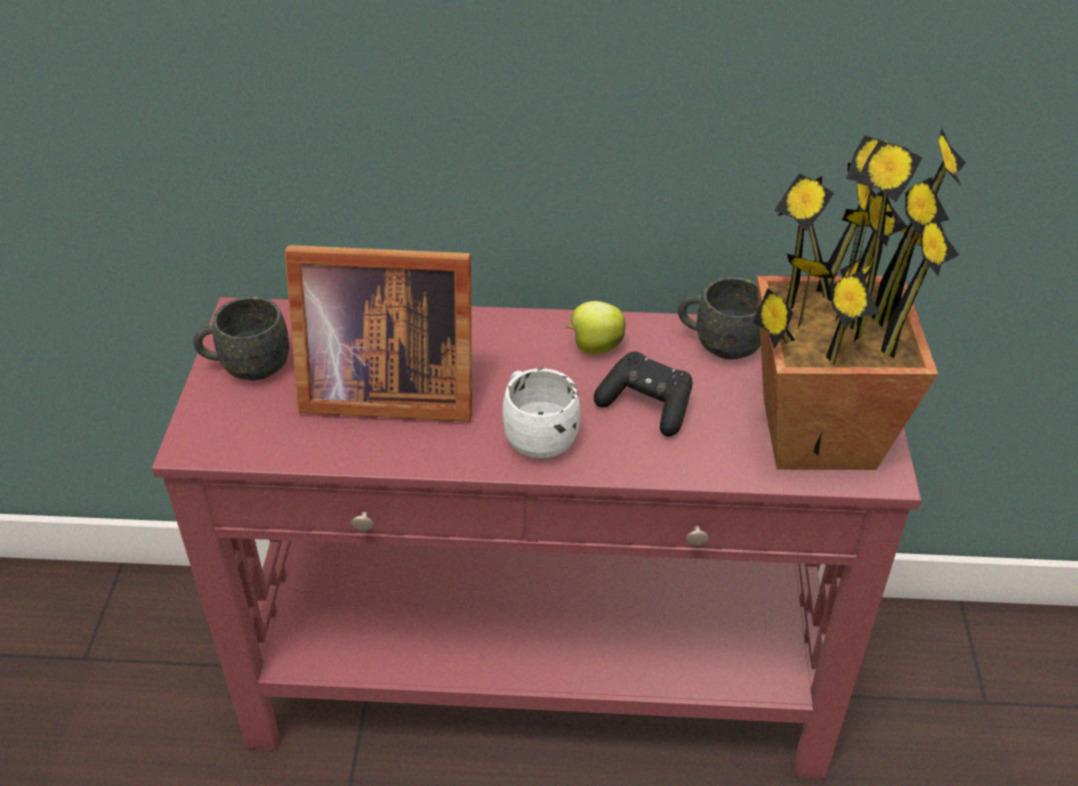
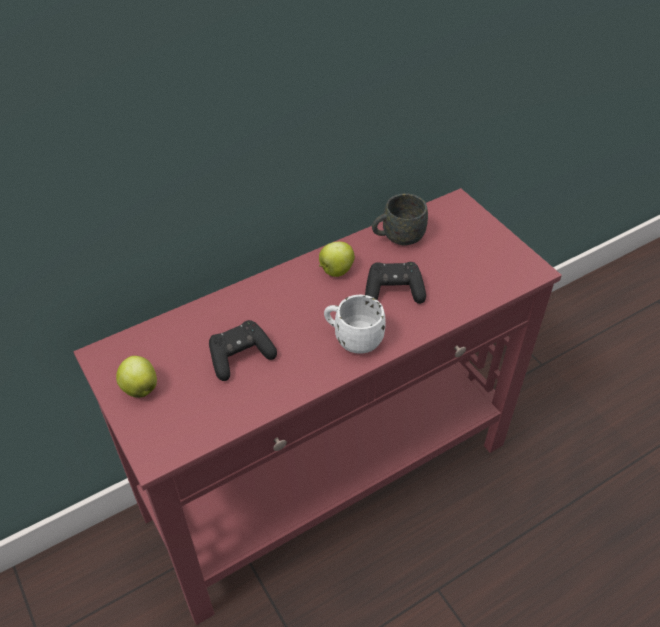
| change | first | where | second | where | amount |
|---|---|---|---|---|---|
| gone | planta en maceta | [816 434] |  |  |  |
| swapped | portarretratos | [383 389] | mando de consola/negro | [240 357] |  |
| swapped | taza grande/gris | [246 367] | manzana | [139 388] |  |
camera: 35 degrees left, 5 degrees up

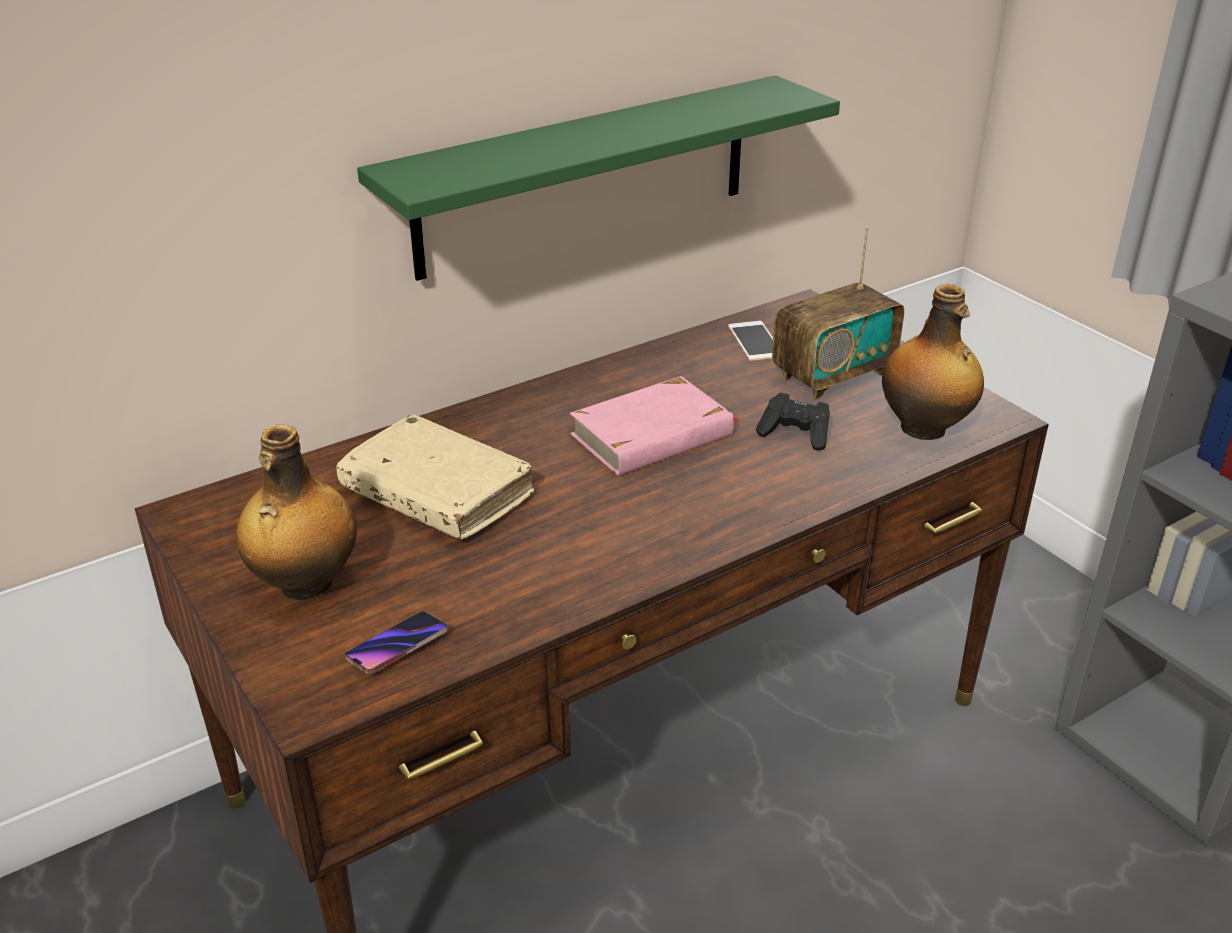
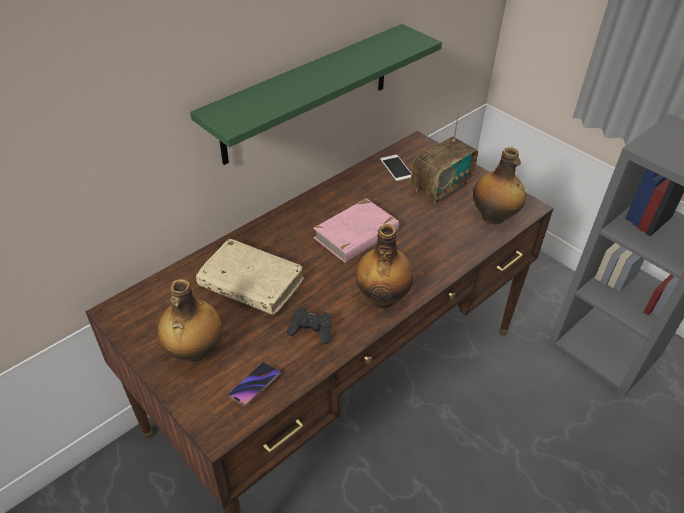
| change | first | where | second | where | amount |
|---|---|---|---|---|---|
| shifted | mando de consola/negro | [795 434] |  | [311 331] |  |
| new |  |  | botella | [383 297] |  |
camera: 10 degrees left, 10 degrees up

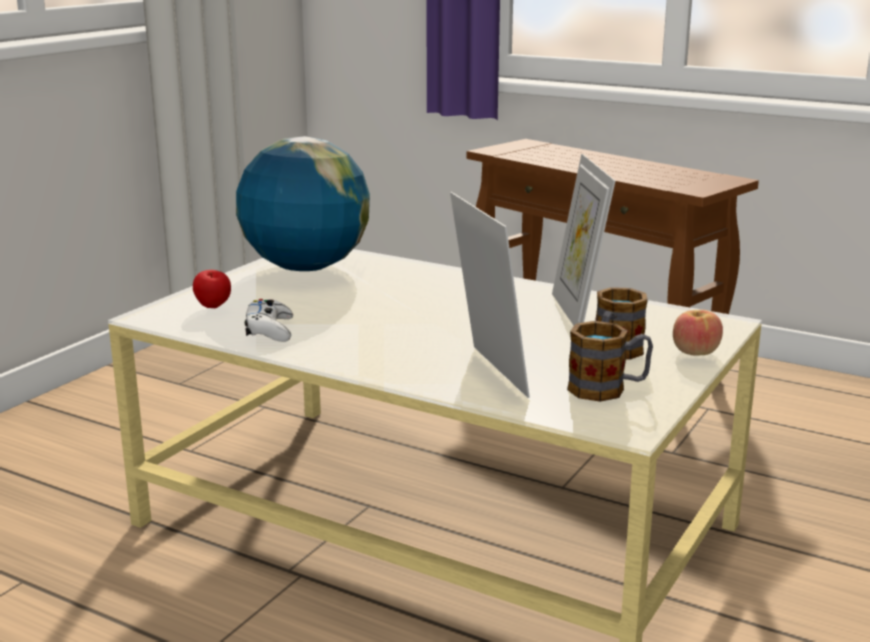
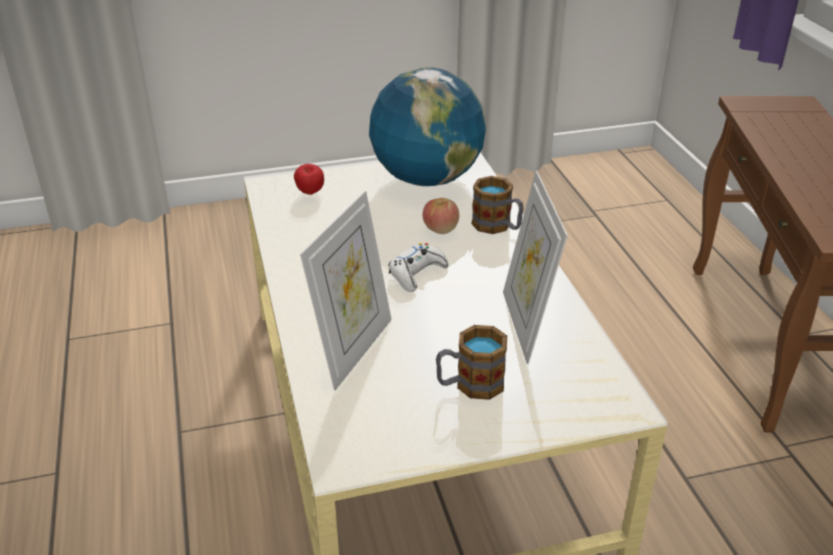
| change | first | where | second | where | amount |
|---|---|---|---|---|---|
| rotated | portarretratos | [577 312] |  | [526 325] | 45 degrees counterclockwise |
| shifted | mando de consola/blanco | [269 330] |  | [417 273] |  |
| shifted | manzana | [695 352] |  | [440 229] |  |
| shifted | taza grande | [608 389] |  | [497 226] |  |
camera: 45 degrees right, 15 degrees up

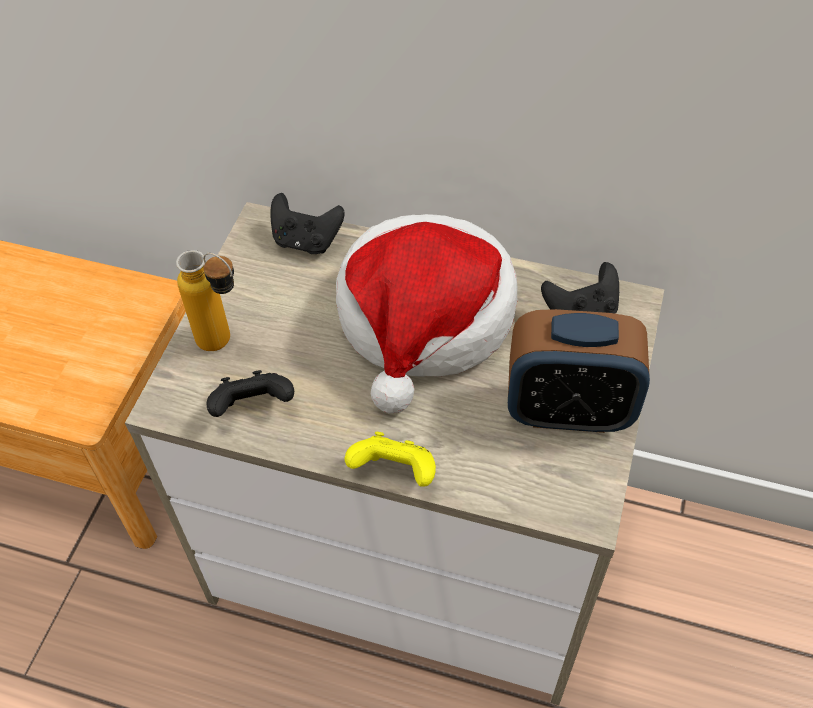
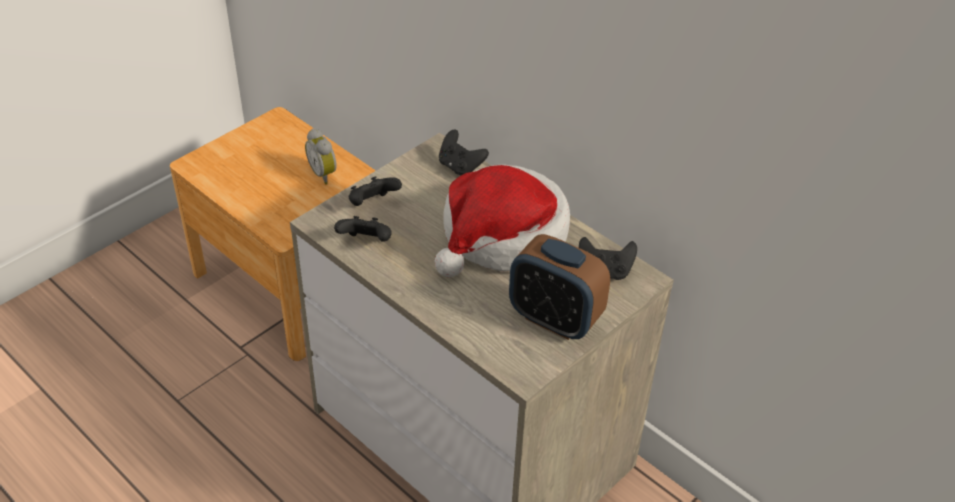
| change | first | where | second | where | amount |
|---|---|---|---|---|---|
| swapped | botella | [225 345] | mando de consola/negro | [372 204] |  |
| gone | mando de consola/amarillo | [395 472] |  |  |  |
| new |  |  | despertador | [324 174] |  |
camera: 25 degrees right, 10 degrees down

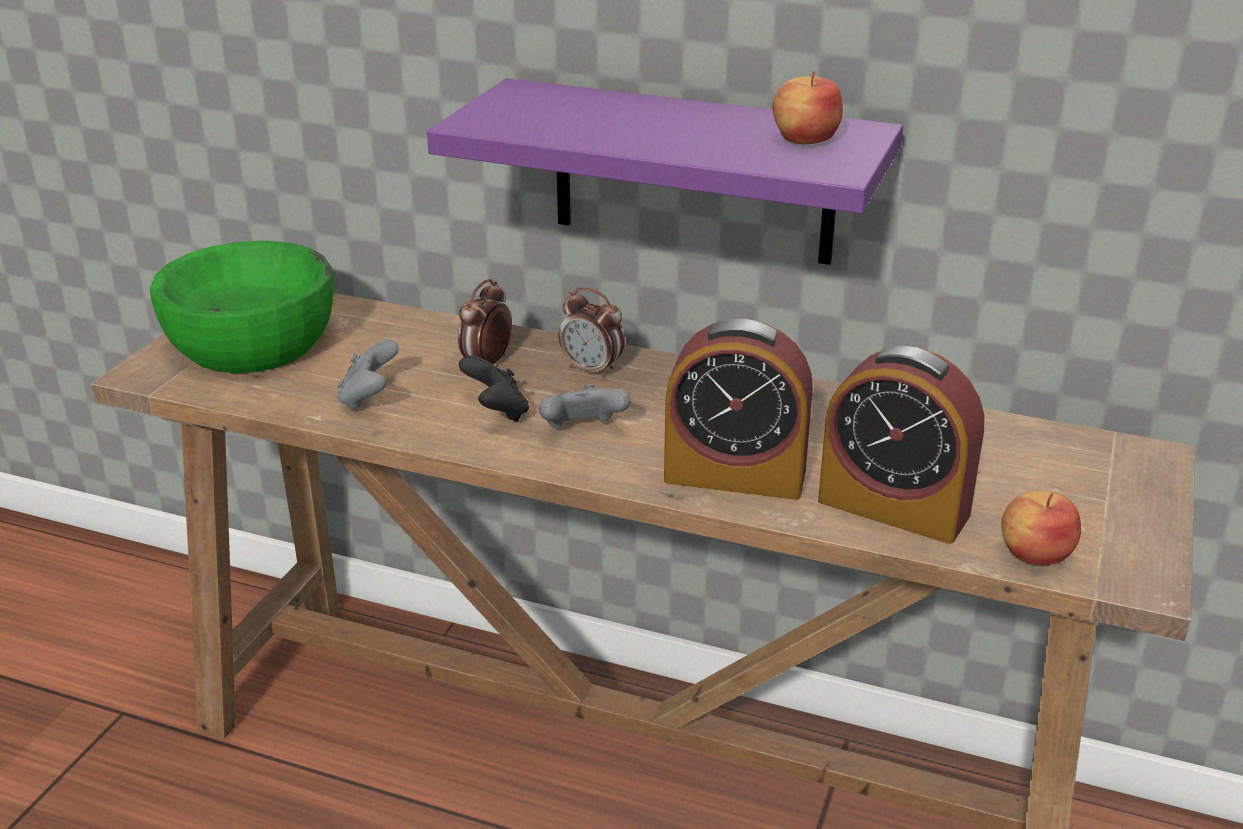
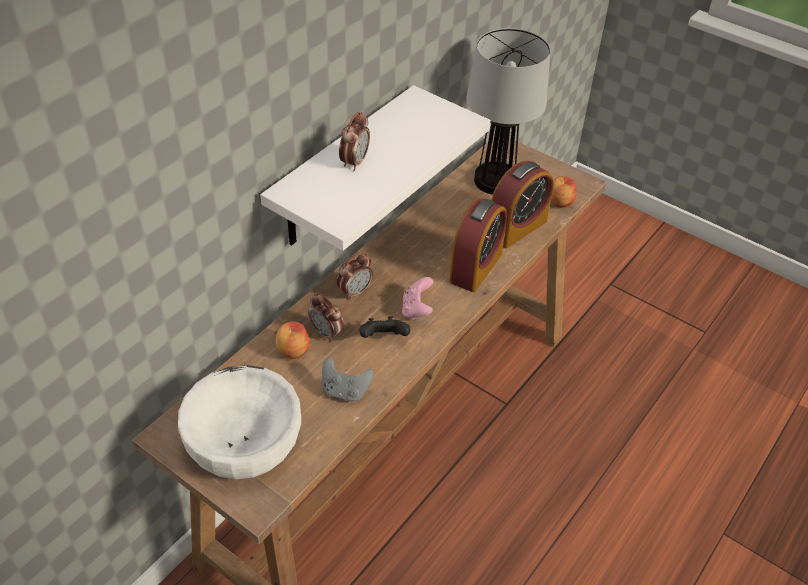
| change | first | where | second | where | amount |
|---|---|---|---|---|---|
| shifted | manzana | [805 139] |  | [292 351] |  |
| repainted | estante/morado | [693 172] | estante/blanco | [343 169] |  |
| repainted | cuenco/verde | [252 343] | cuenco/blanco | [243 442] |  |
| repainted | mando de consola/gris | [582 431] | mando de consola/rosa | [417 310] |  |
| new |  |  | lámpara de mesa | [495 180] |  |
| new |  |  | despertador | [354 162] |  |
camera: 75 degrees left, 15 degrees up

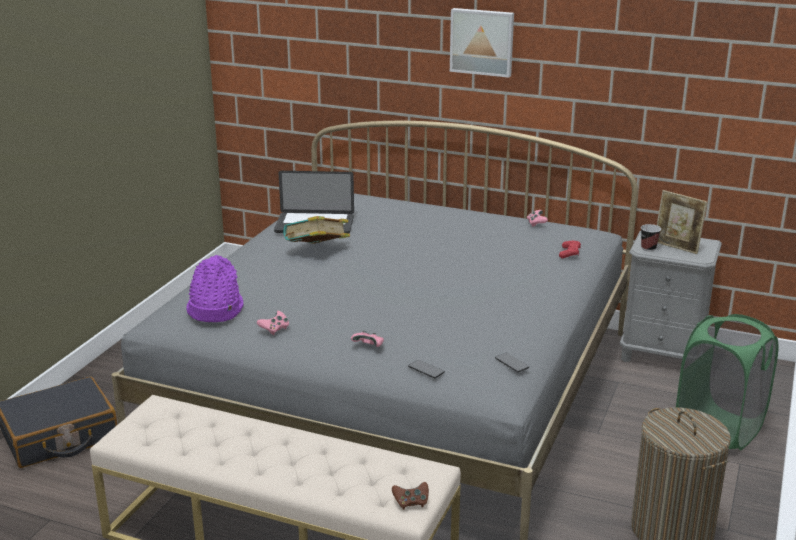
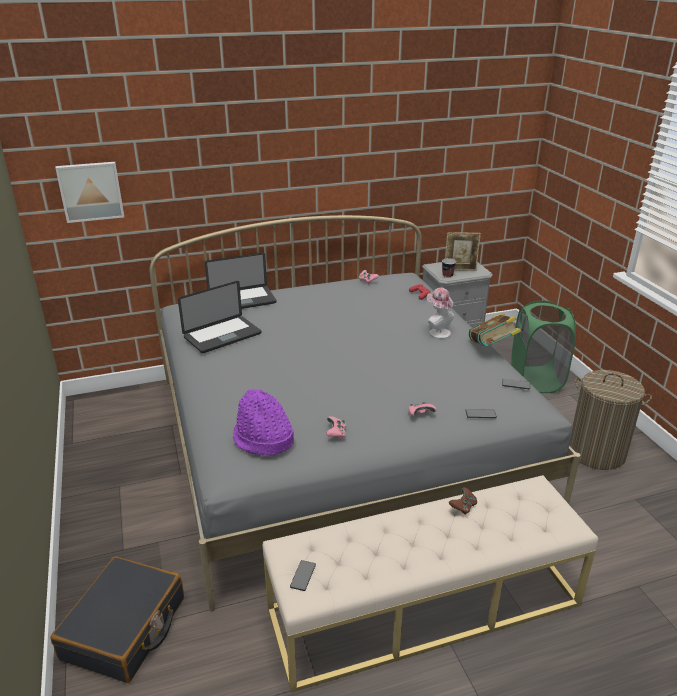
| change | first | where | second | where | amount |
|---|---|---|---|---|---|
| shifted | cuadro | [482 41] |  | [91 191] |  |
| shifted | libro | [317 251] |  | [492 348] |  |
| shifted | mando de consola/marrón | [411 502] |  | [463 507] |  |
| new |  |  | portátil | [242 300] |  |
| new |  |  | sombrero | [437 332] |  |
| new |  |  | móvil | [303 576] |  |
camera: 40 degrees left, 5 degrees up

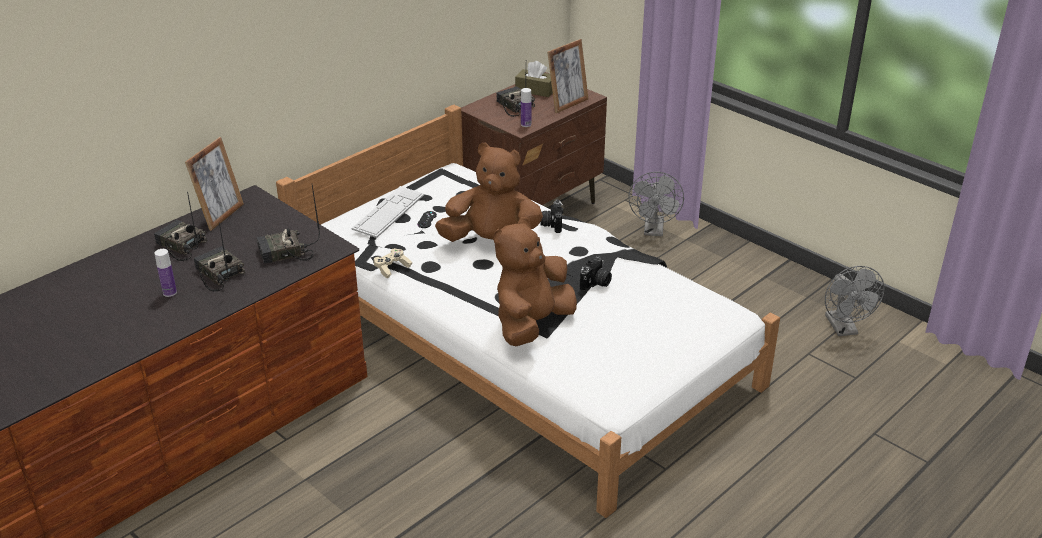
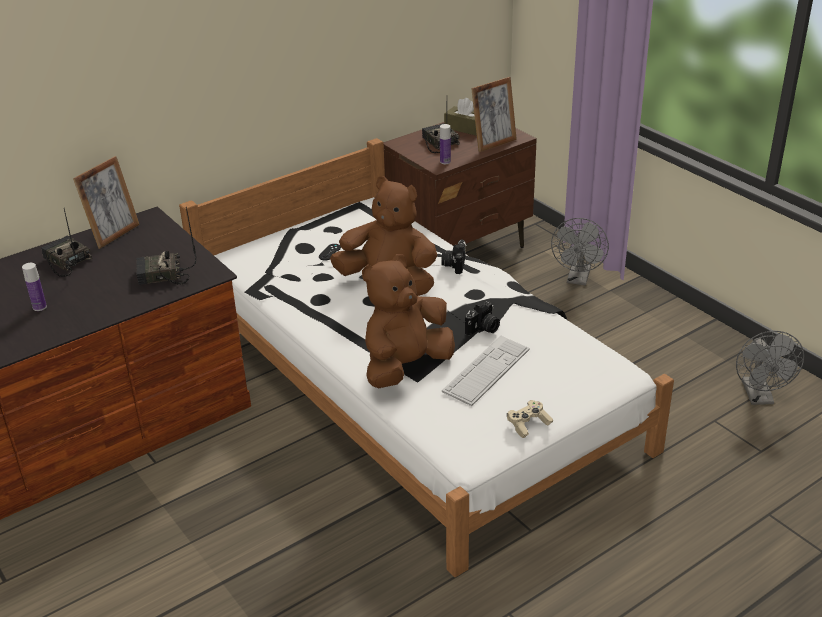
| change | first | where | second | where | amount |
|---|---|---|---|---|---|
| shifted | teclado | [388 212] |  | [486 371] |  |
| gone | radio | [218 274] |  |  |  |
| shifted | mando de consola/beis | [392 268] |  | [528 424] |  |
camera: 10 degrees right, 0 degrees up

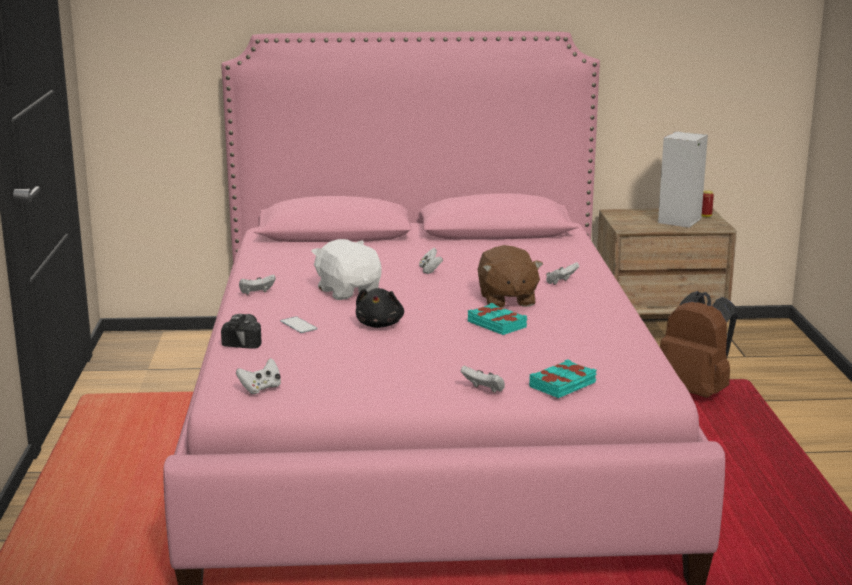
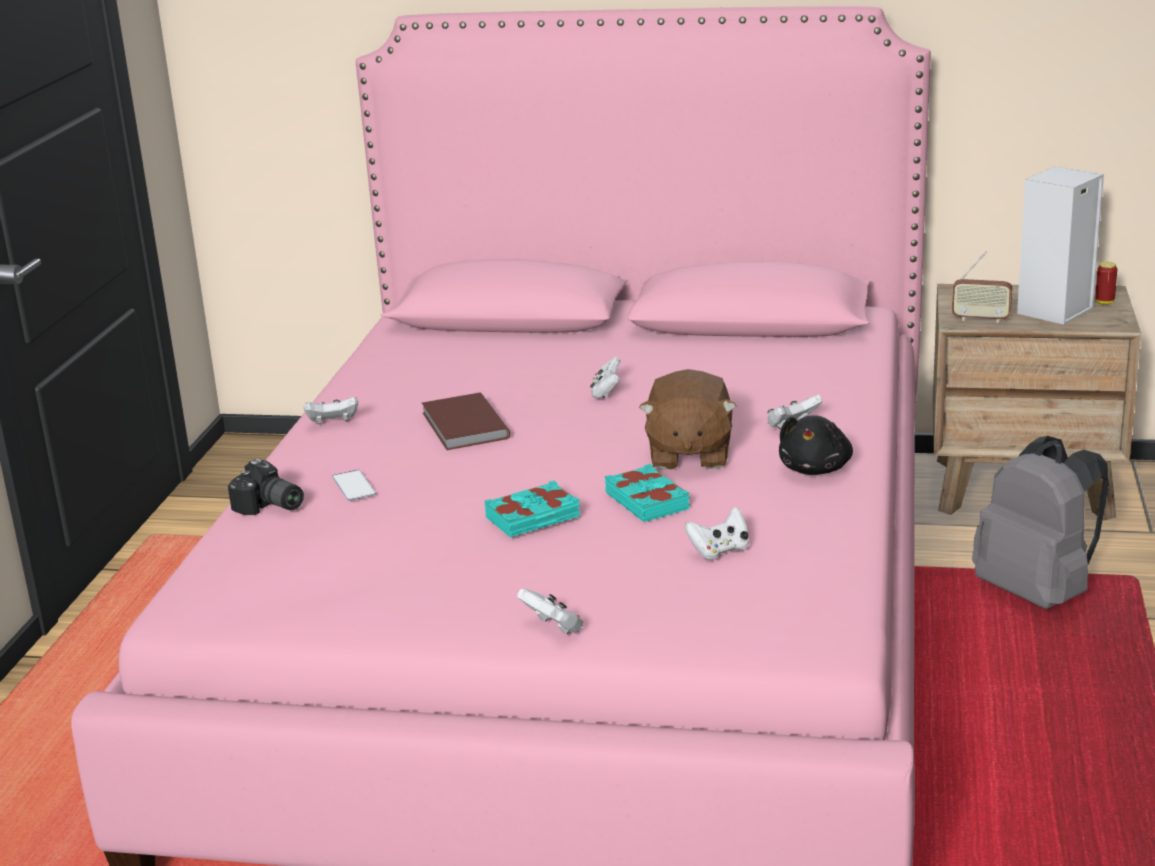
| change | first | where | second | where | amount |
|---|---|---|---|---|---|
| swapped | peluche/blanco | [348 291] | libro/marrón | [463 426] |  |
| shifted | peluche/negro | [380 325] |  | [816 469] |  |
| repainted | mochila/marrón | [694 392] | mochila/gris | [1038 593] |  |
| rotated | cámara | [247 340] |  | [269 507] | 105 degrees clockwise |
| shifted | mando de consola/blanco | [261 388] |  | [719 551] |  |
| shifted | libro/turquesa | [563 385] |  | [533 517] |  |
| new |  |  | radio | [980 319] |  |
camera: 15 degrees right, 5 degrees up

